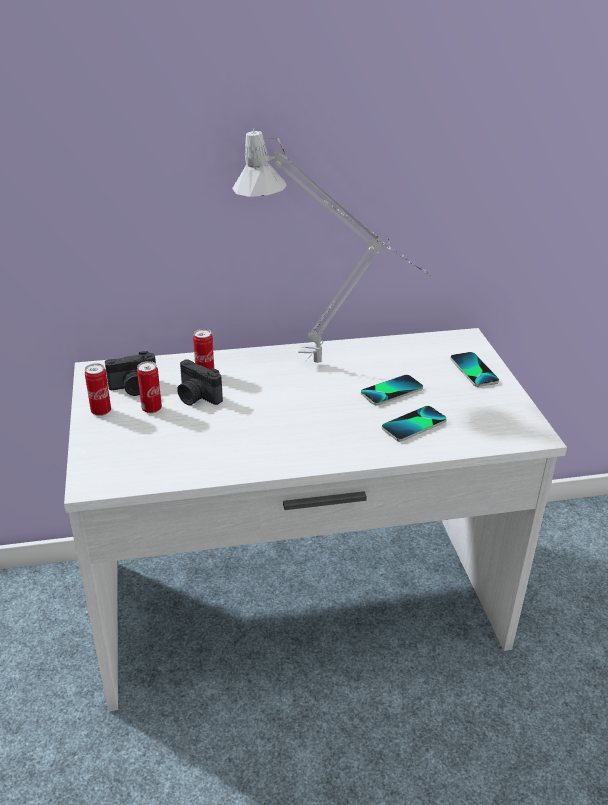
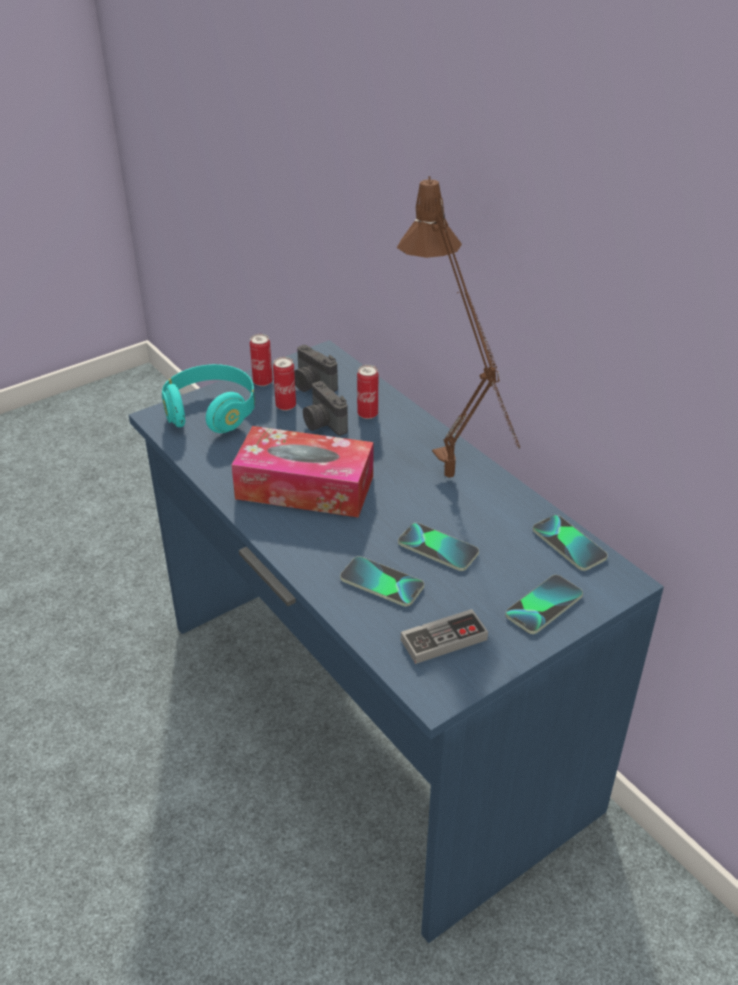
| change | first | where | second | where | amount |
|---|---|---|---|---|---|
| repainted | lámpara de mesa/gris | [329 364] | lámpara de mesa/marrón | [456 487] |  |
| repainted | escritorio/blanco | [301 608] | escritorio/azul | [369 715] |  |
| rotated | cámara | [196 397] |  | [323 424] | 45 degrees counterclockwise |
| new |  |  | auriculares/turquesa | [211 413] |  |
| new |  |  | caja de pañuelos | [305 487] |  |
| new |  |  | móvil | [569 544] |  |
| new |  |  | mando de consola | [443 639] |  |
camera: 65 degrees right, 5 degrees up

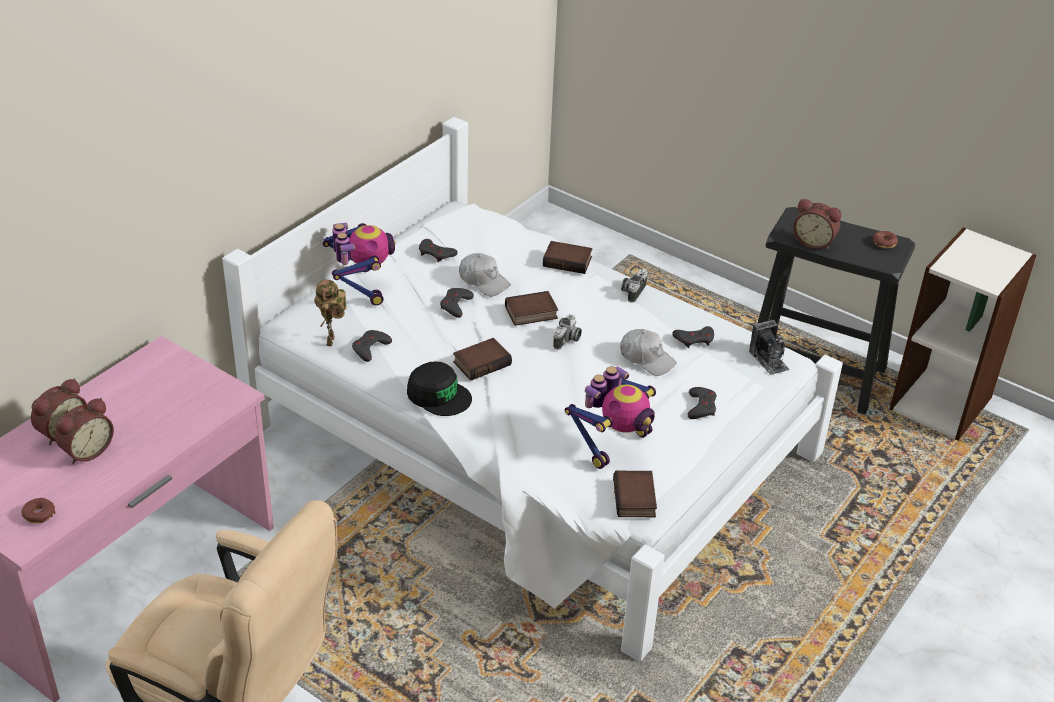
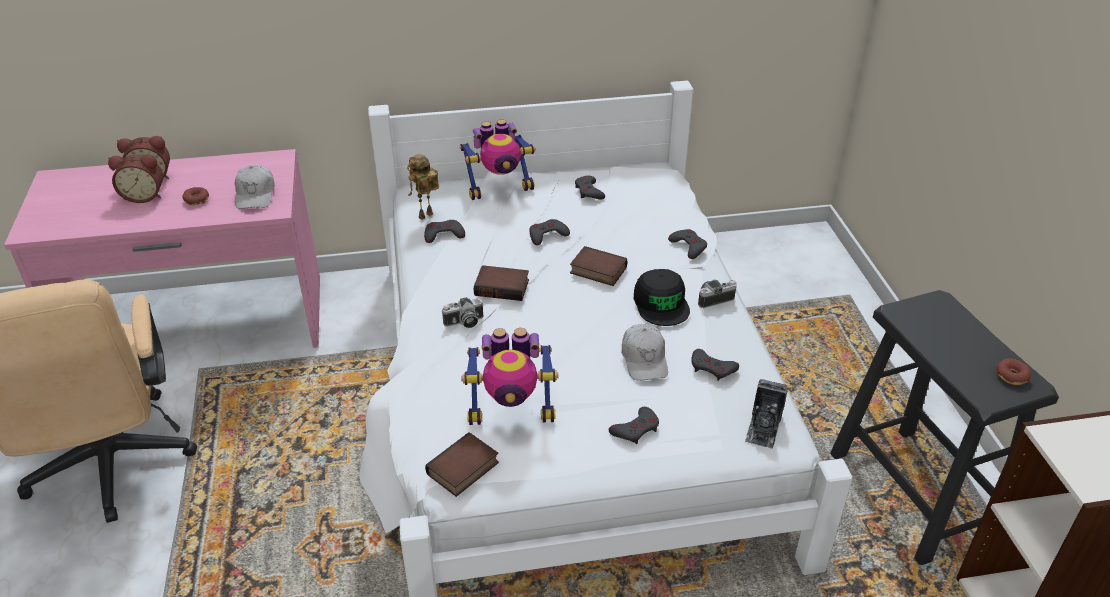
| change | first | where | second | where | amount |
|---|---|---|---|---|---|
| gone | despertador | [814 242] |  |  |  |
| rotated | robot de juguete | [361 287] |  | [500 189] | 45 degrees clockwise |
| swapped | libro | [568 261] | mando de consola/gris | [688 246] |  |
| shifted | gorra/blanco | [484 281] |  | [255 195] |  |
| shifted | cámara | [567 340] |  | [464 323] |  |
| shifted | gorra/negro | [438 395] |  | [661 303] |  |
| shifted | rosquilla | [39 514] |  | [196 200] |  |
camera: 45 degrees right, 0 degrees up

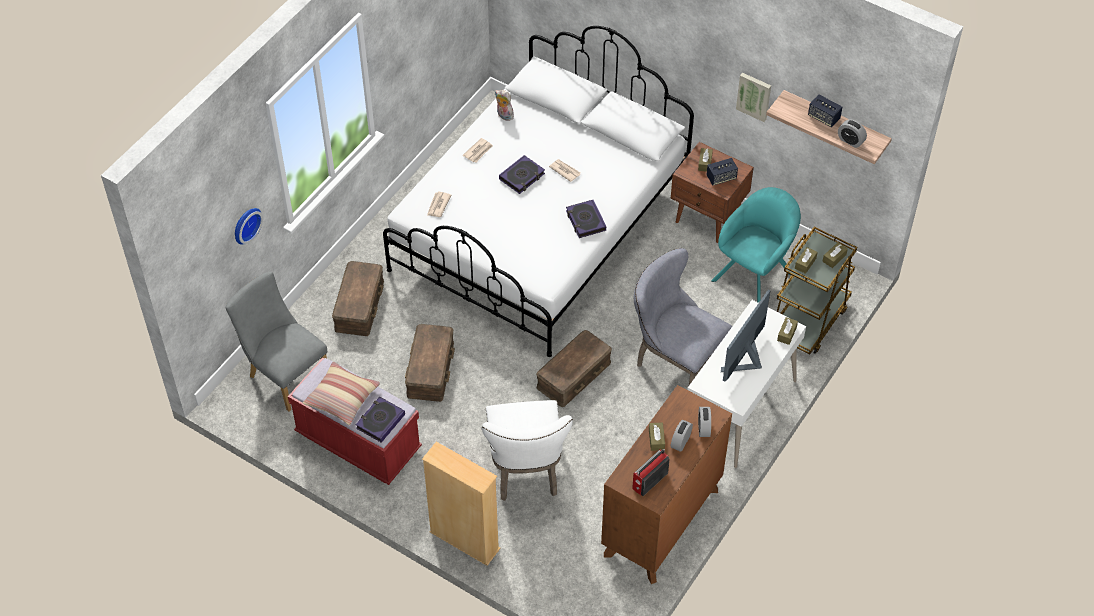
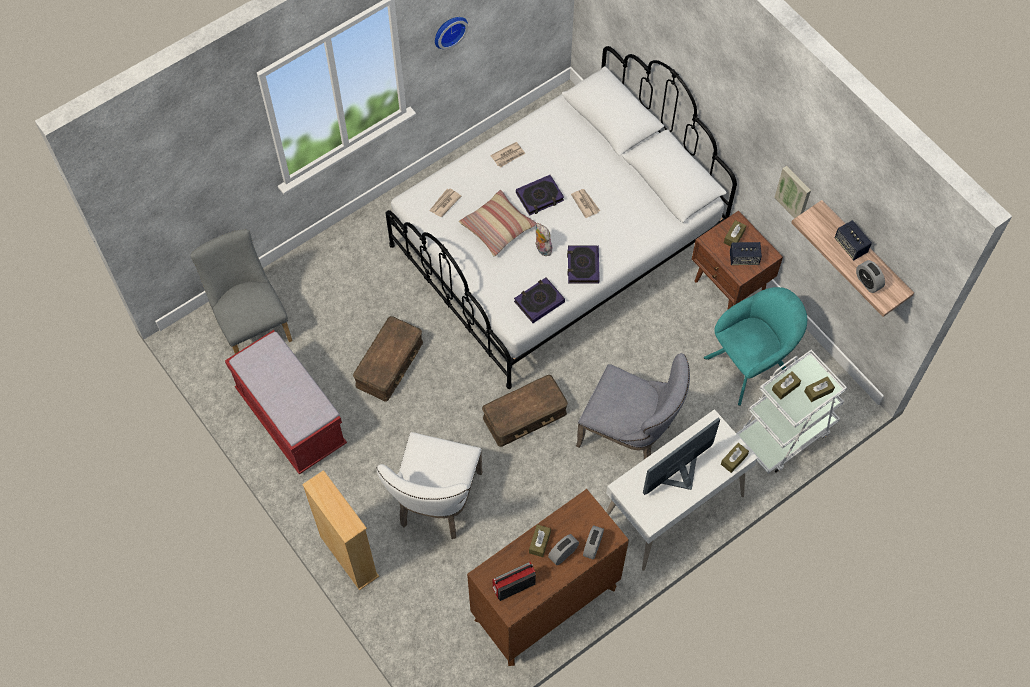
| change | first | where | second | where | amount |
|---|---|---|---|---|---|
| shifted | peluche | [503 116] |  | [542 248] |  |
| shifted | reloj de pared | [245 224] |  | [449 30] |  |
| repainted | carrito/marrón | [808 320] | carrito/blanco | [784 433] |  |
| rotated | silla/gris | [675 362] |  | [630 435] | 150 degrees clockwise |
| gone | caja de almacenaje/marrón | [358 305] |  |  |  |
| shifted | cojín | [342 398] |  | [497 227] |  |
| shifted | libro | [380 421] |  | [539 302] |  |
camera: 20 degrees right, 10 degrees up

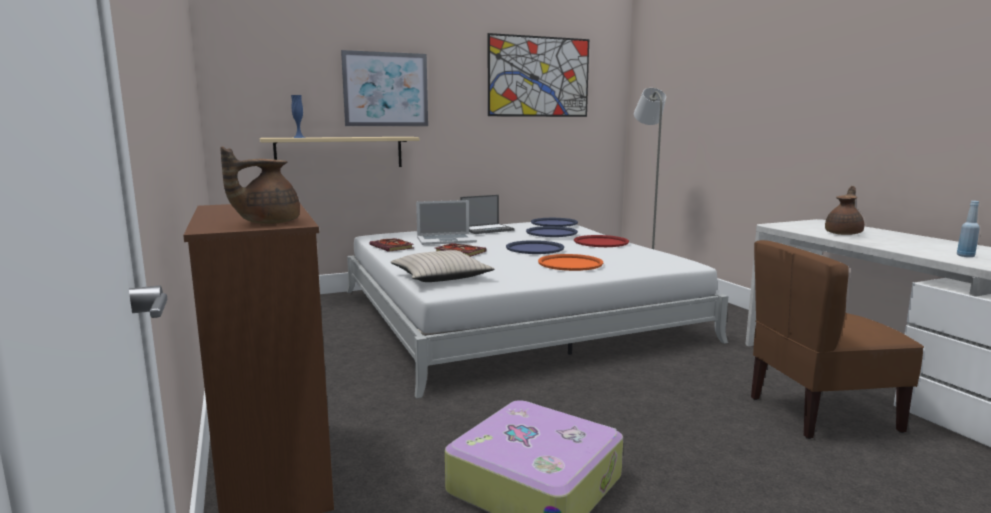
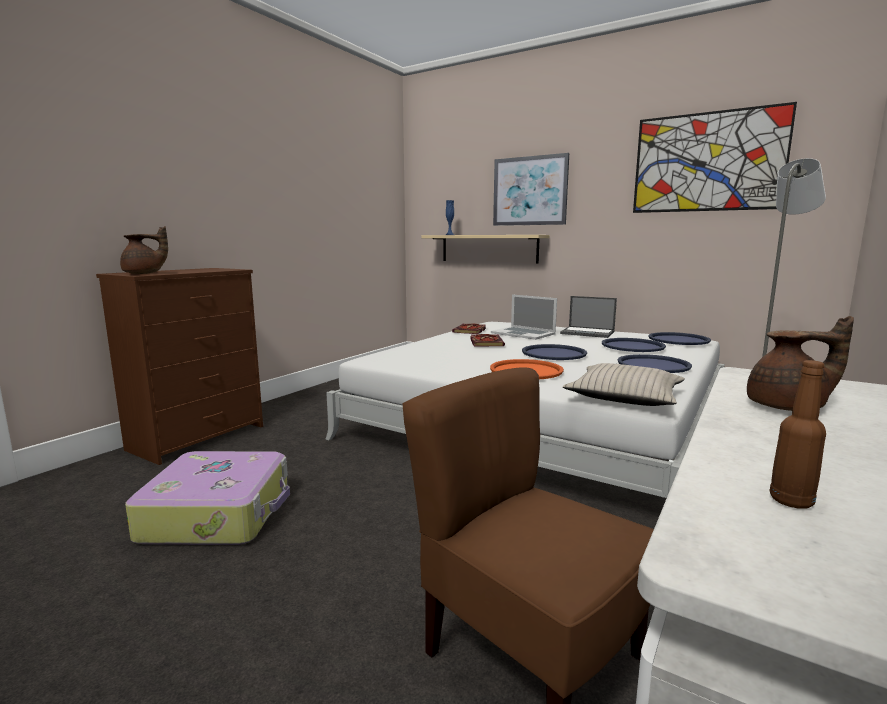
| change | first | where | second | where | amount |
|---|---|---|---|---|---|
| rotated | tetera/marrón | [267 222] |  | [144 273] | 150 degrees clockwise |
| repainted | botella/azul | [965 256] | botella/marrón | [791 501] |  |
| repainted | bandeja/rojo | [601 242] | bandeja/azul | [653 365] |  |
| shifted | cojín/beis | [440 277] |  | [624 397] |  |
camera: 55 degrees right, 0 degrees up

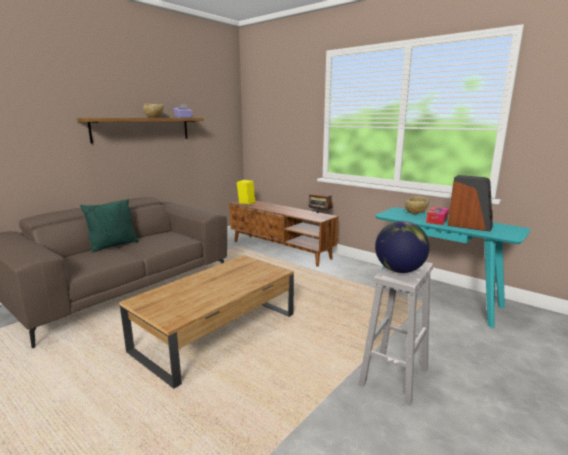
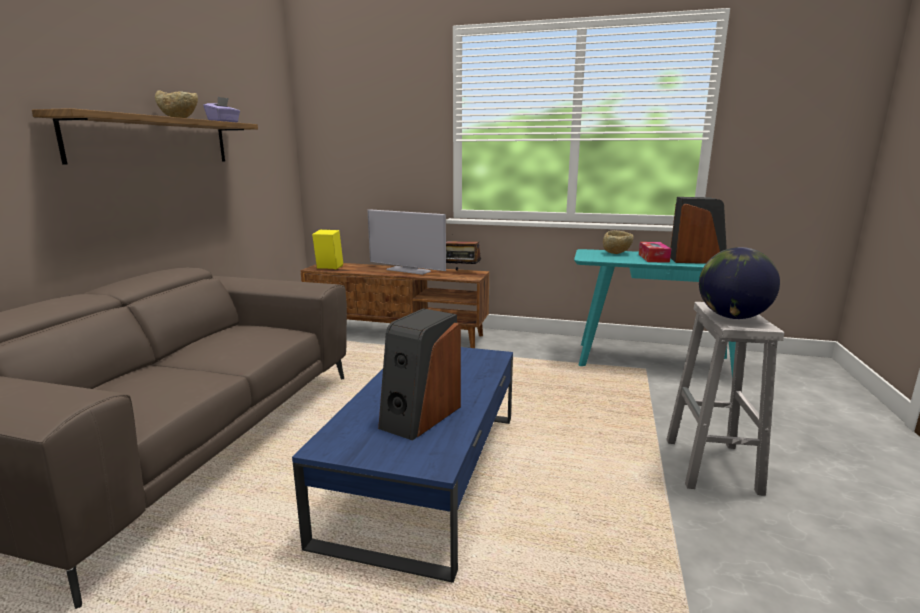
| change | first | where | second | where | amount |
|---|---|---|---|---|---|
| gone | cojín/verde | [114 246] |  |  |  |
| repainted | mesa de centro/marrón | [217 331] | mesa de centro/azul | [427 471] |  |
| new |  |  | televisor | [408 270] |  |
| new |  |  | altavoz | [420 416] |  |
camera: 25 degrees left, 0 degrees up

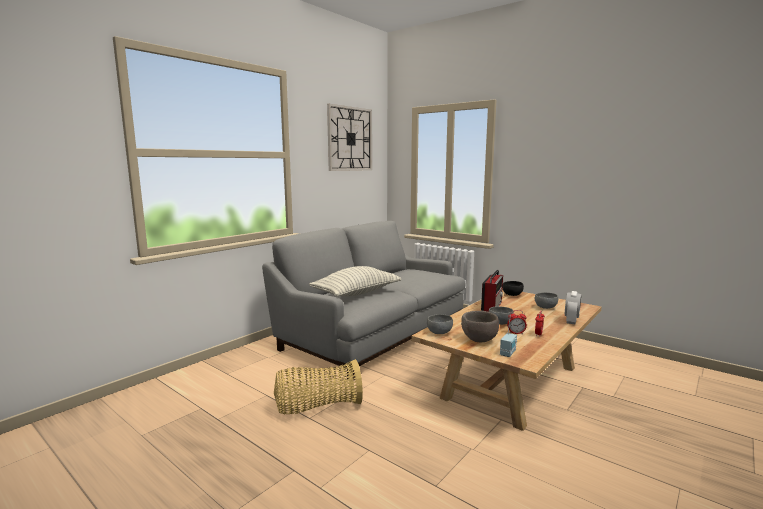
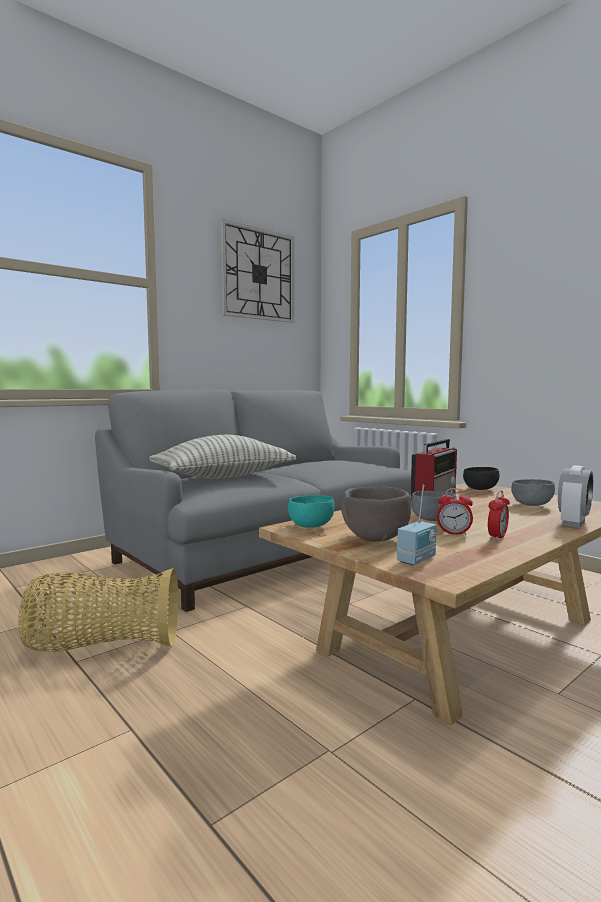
| change | first | where | second | where | amount |
|---|---|---|---|---|---|
| repainted | cuenco/gris | [439 333] | cuenco/turquesa | [310 526] |  |
camera: 10 degrees right, 5 degrees down

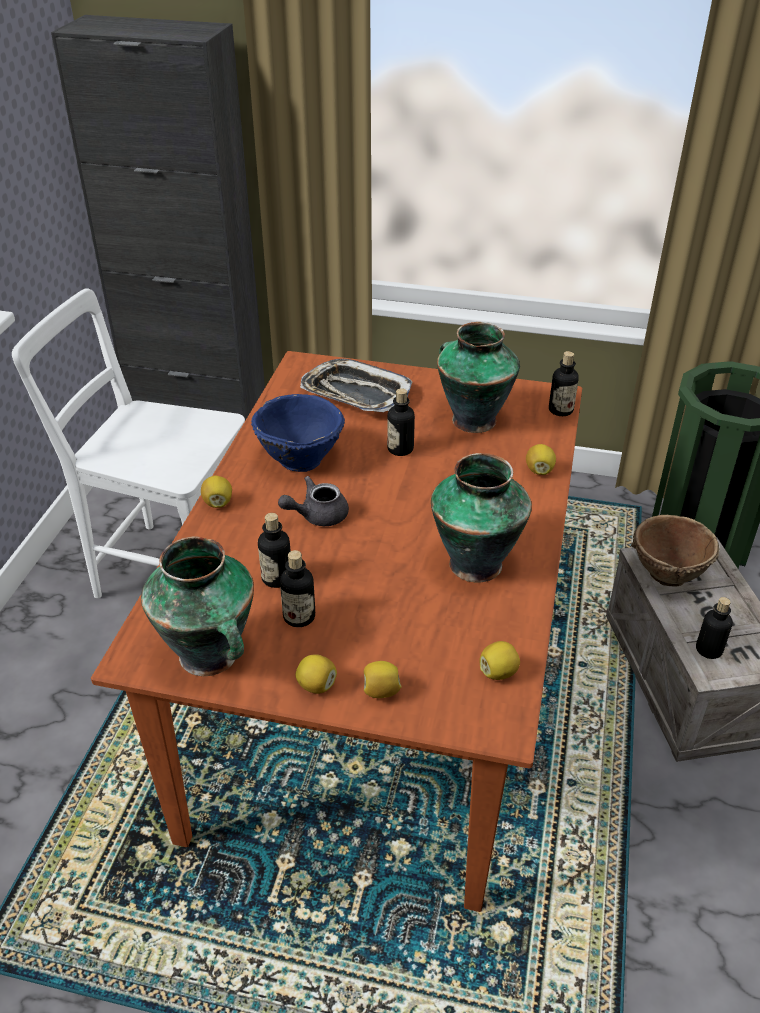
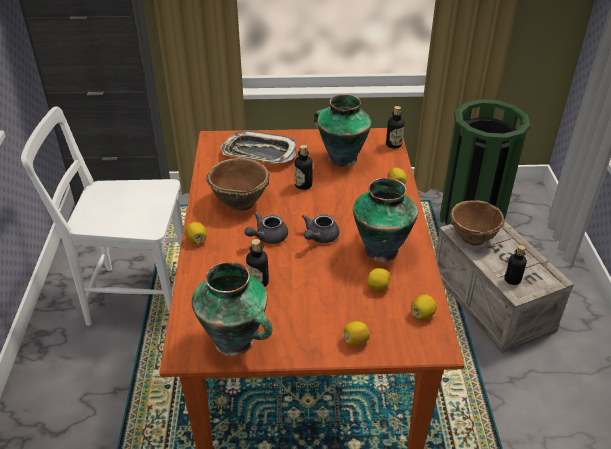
| change | first | where | second | where | amount |
|---|---|---|---|---|---|
| repainted | cuenco/azul | [299 458] | cuenco/marrón | [239 201] |  |
| gone | botella | [299 617] |  |  |  |
| shifted | limón | [316 685] |  | [378 287] |  |
| new |  |  | tetera/gris | [319 237] |  |
camera: 15 degrees left, 0 degrees up

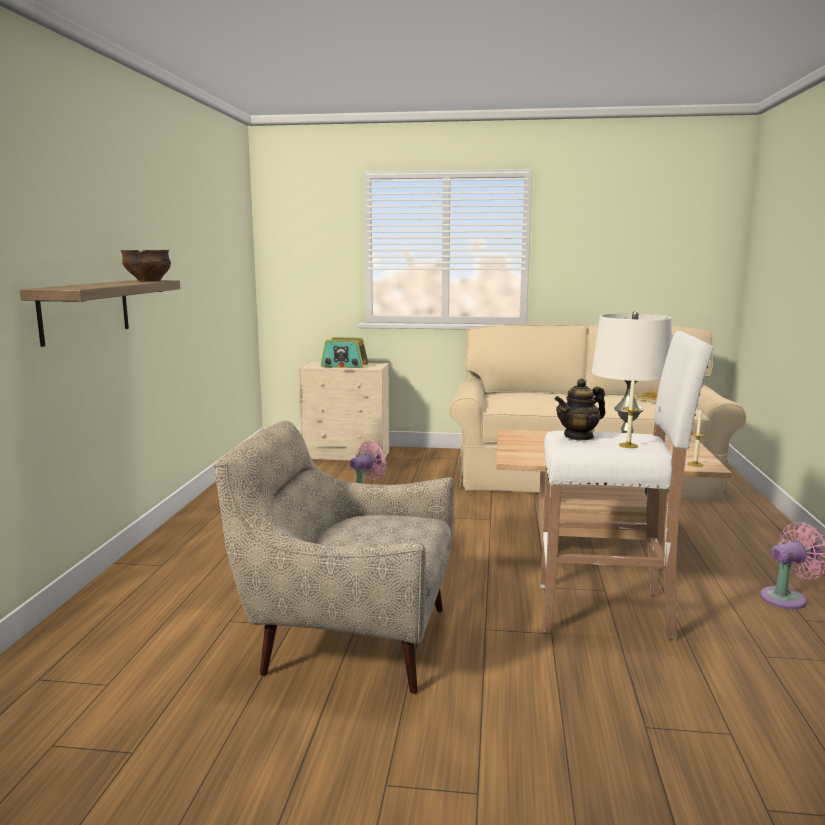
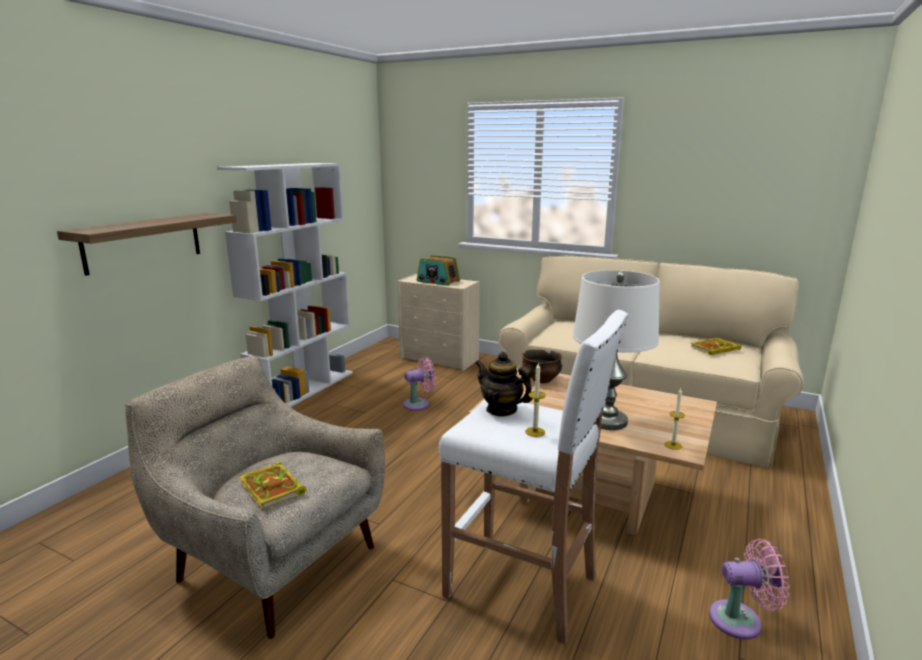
| change | first | where | second | where | amount |
|---|---|---|---|---|---|
| shifted | cuenco | [148 280] |  | [541 379] |  |
| rotated | tetera | [579 436] |  | [501 410] | 45 degrees clockwise |
| new |  |  | estantería/blanco | [303 389] |  |
| new |  |  | libro | [273 488] |  |
camera: 20 degrees right, 5 degrees up

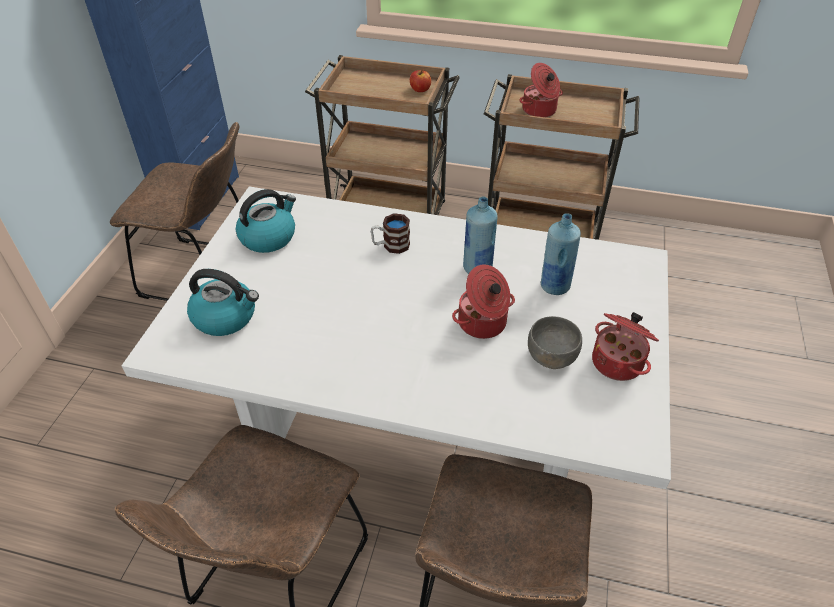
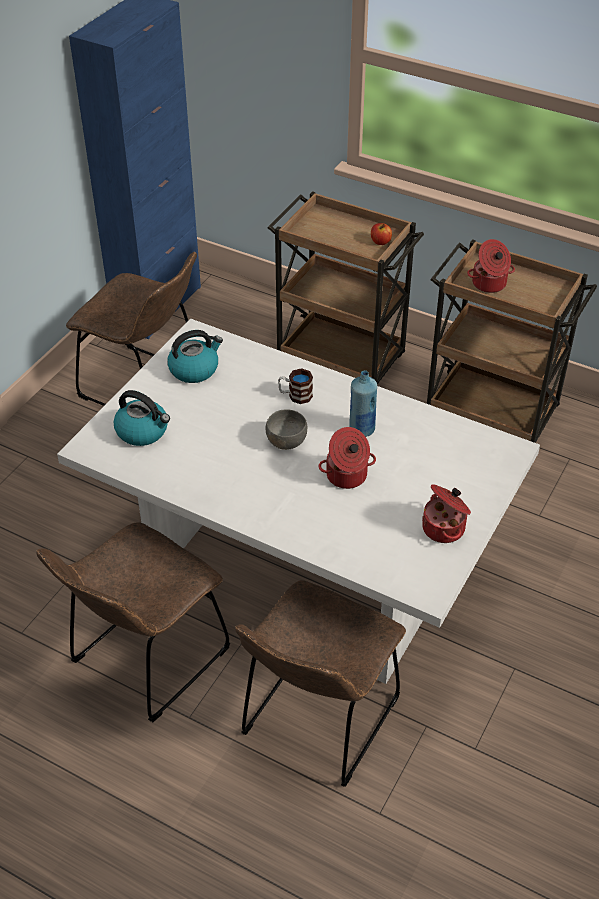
| change | first | where | second | where | amount |
|---|---|---|---|---|---|
| gone | botella/azul | [554 286] |  |  |  |
| shifted | cuenco/gris | [551 356] |  | [286 441] |  |
camera: 15 degrees right, 0 degrees up

